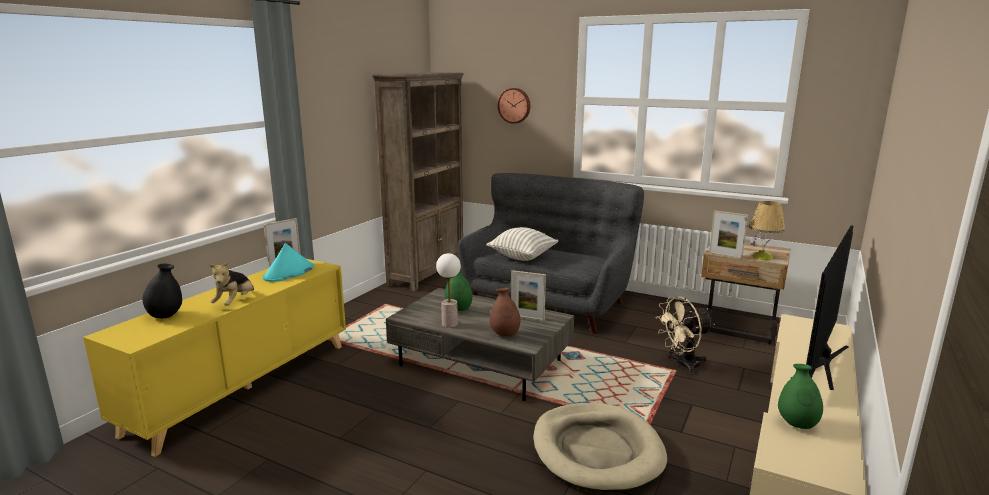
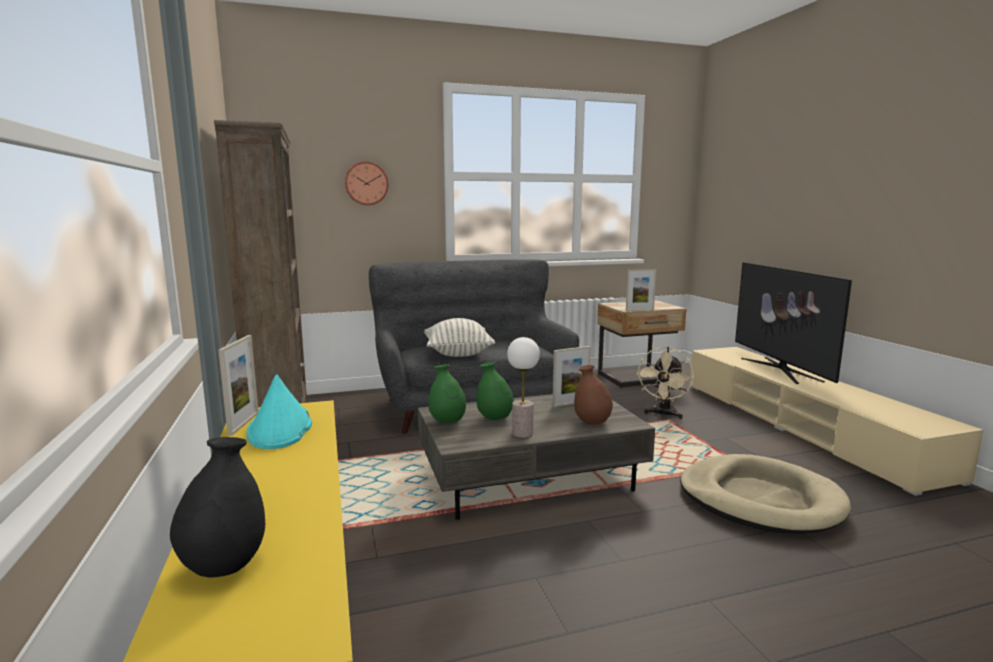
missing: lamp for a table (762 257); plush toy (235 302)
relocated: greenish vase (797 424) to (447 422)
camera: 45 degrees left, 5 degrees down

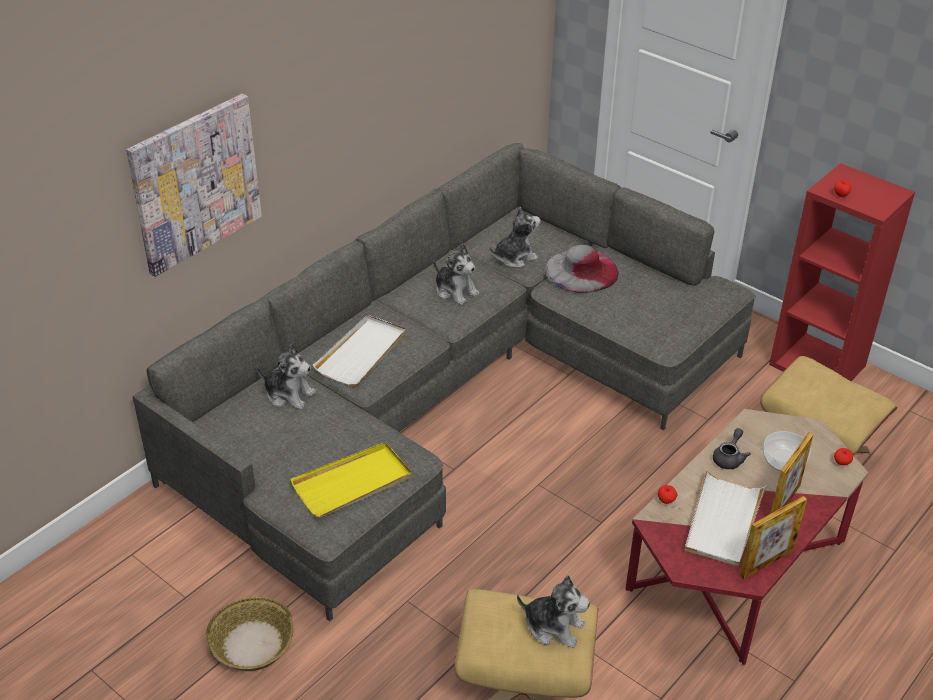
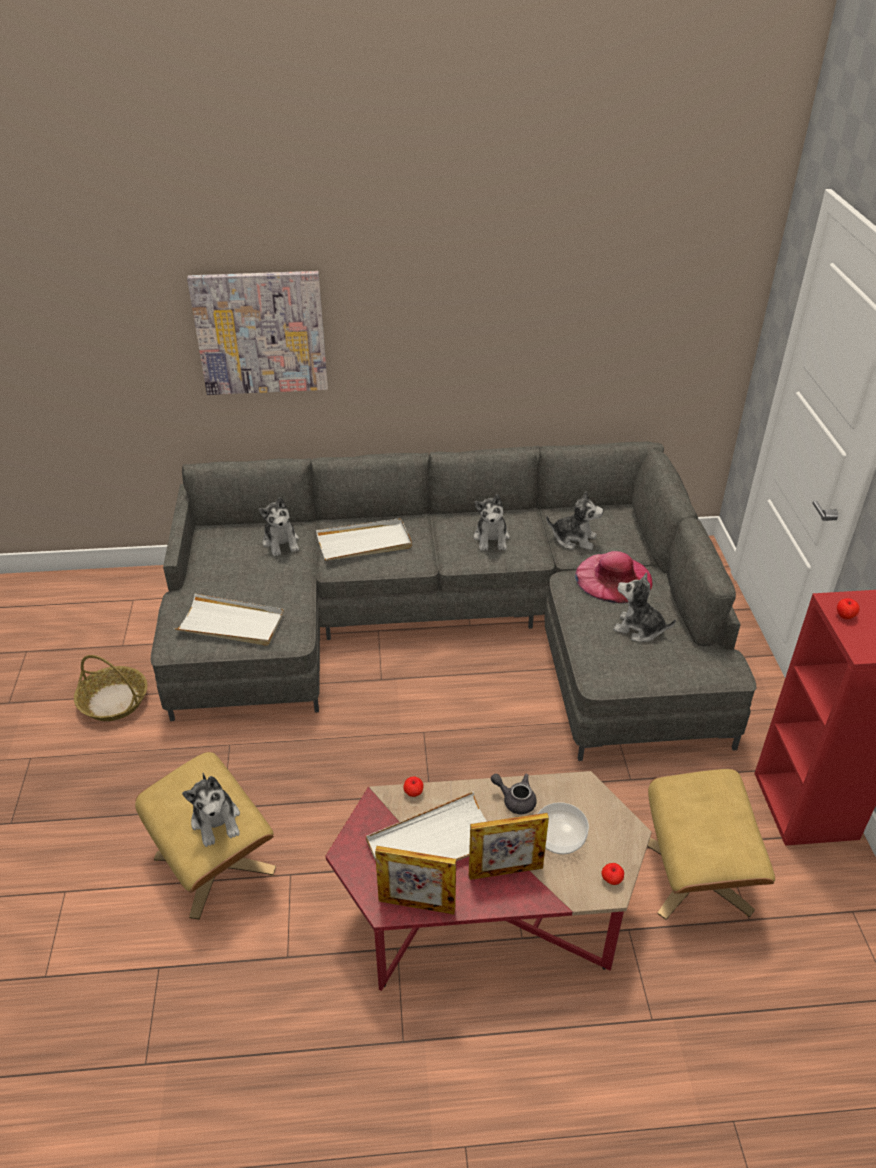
appeared: plush toy (639 629)
colour: grey wearable hat (581 270) to pink wearable hat (613 578); yellowish tray (353 483) to white-coloured tray (231 624)
spun: grey pot for tea (729 458) = (515 800) 135 degrees counterclockwise
camera: 45 degrees right, 0 degrees up

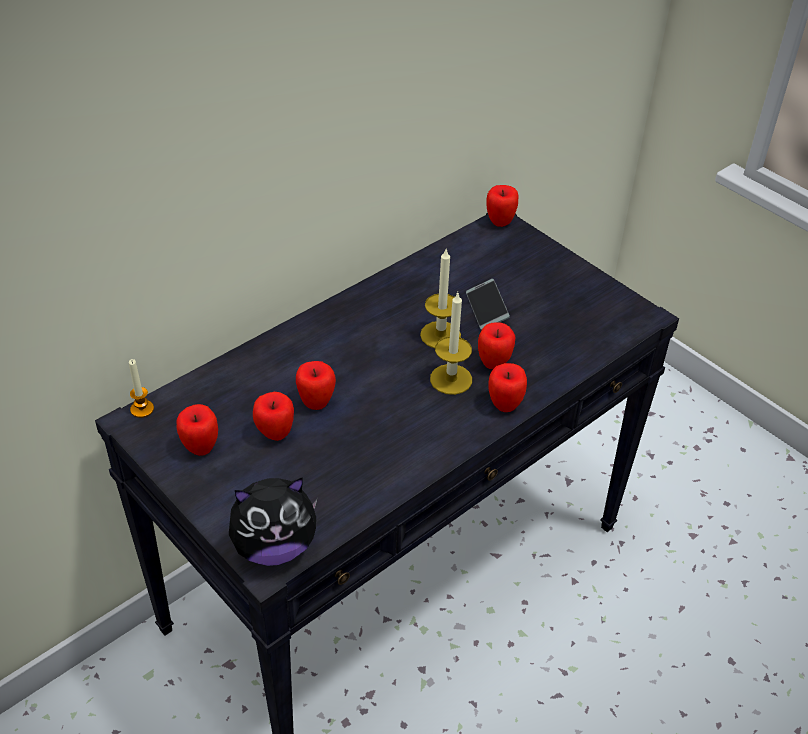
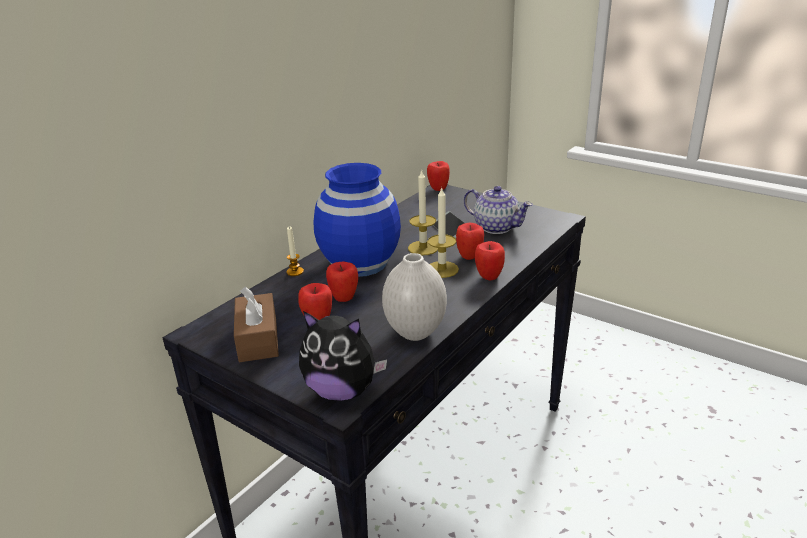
appeared: bluish vase (359 263); pot for tea (496 227); white-coloured vase (414 332)
relocated: candle (142 409) to (295 272)
exchanged: whole apple (200 448) to brown box of tissues (258 339)
spun: plush toy (274 547) = (342 391) 45 degrees clockwise
camera: 10 degrees left, 15 degrees down

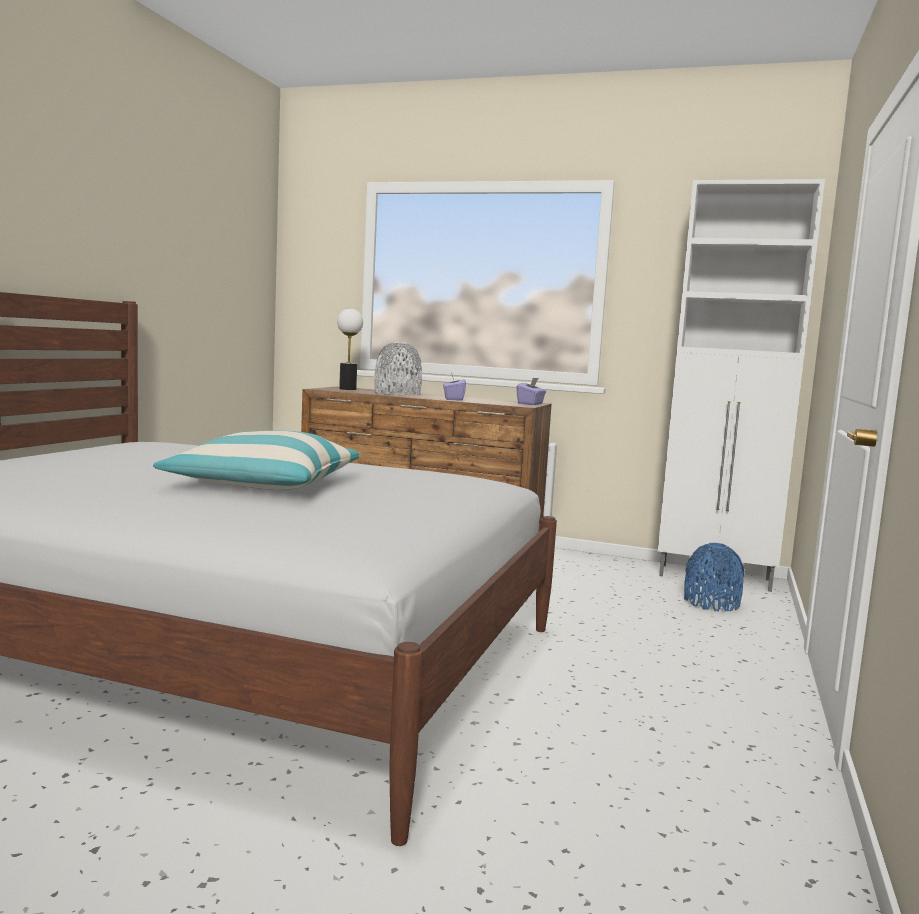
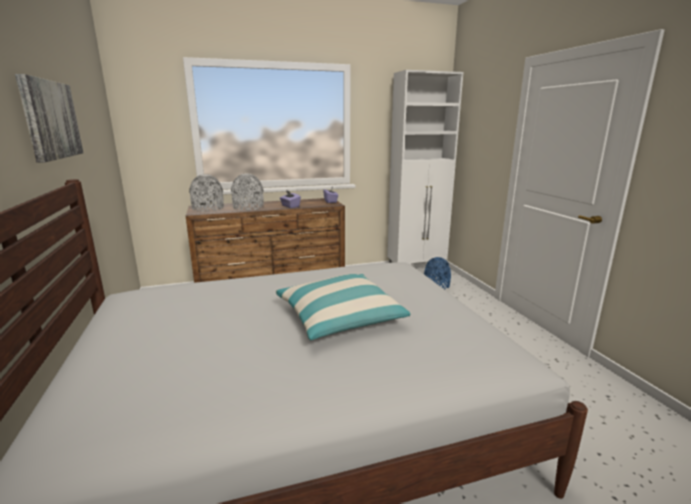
appeared: picture (50 119)
exchanged: lamp for a table (347 389) to grey vase (208 208)
camera: 35 degrees left, 10 degrees up

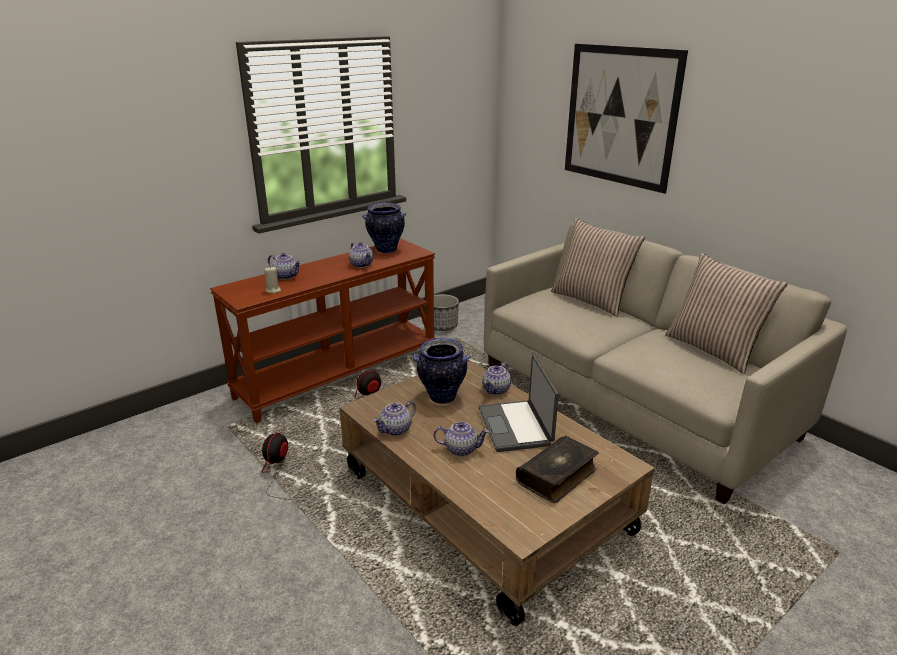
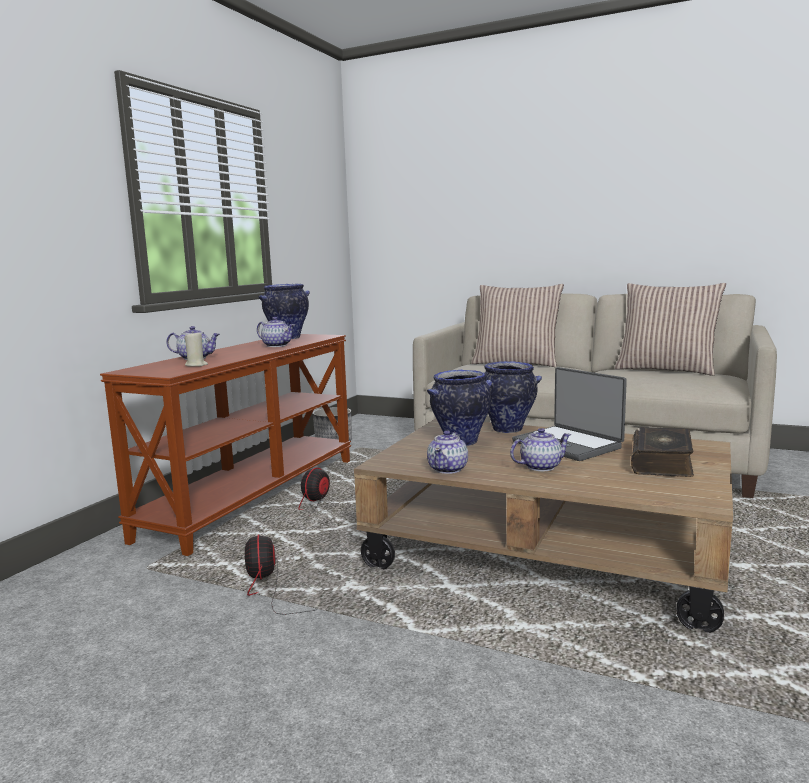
missing: picture (620 116)
exchanged: pot for tea (496 390) to vase (508 429)
camera: 25 degrees left, 15 degrees down

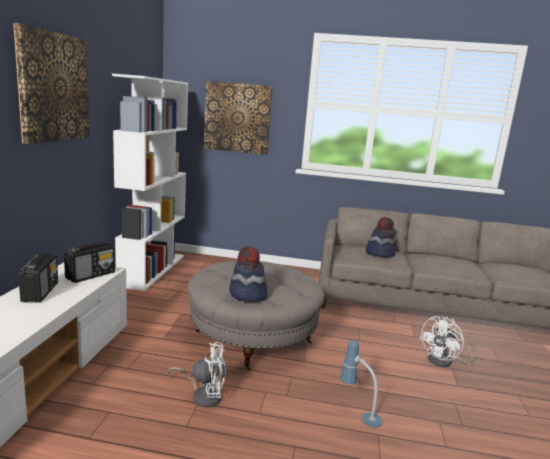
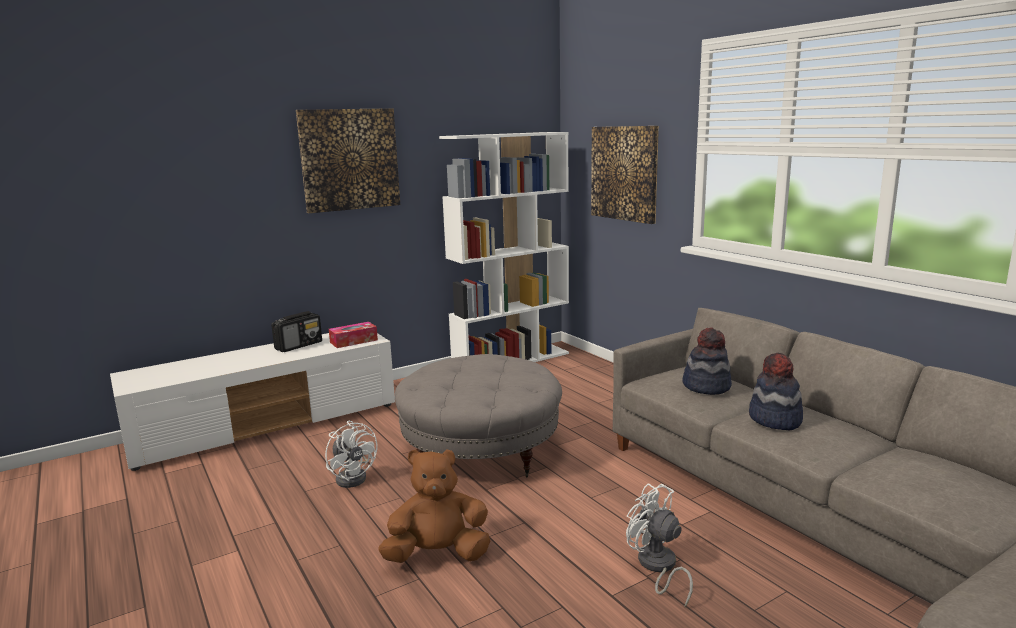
relocated: wearable hat (247 295) to (774 420)
exchanged: radio receiver (91 275) to box of tissues (353 341); lamp for a table (358 414) to brown plush toy (438 554)
spun: white-coloured cooling fan (445 361) = (657 567) 45 degrees clockwise
camera: 50 degrees right, 0 degrees up

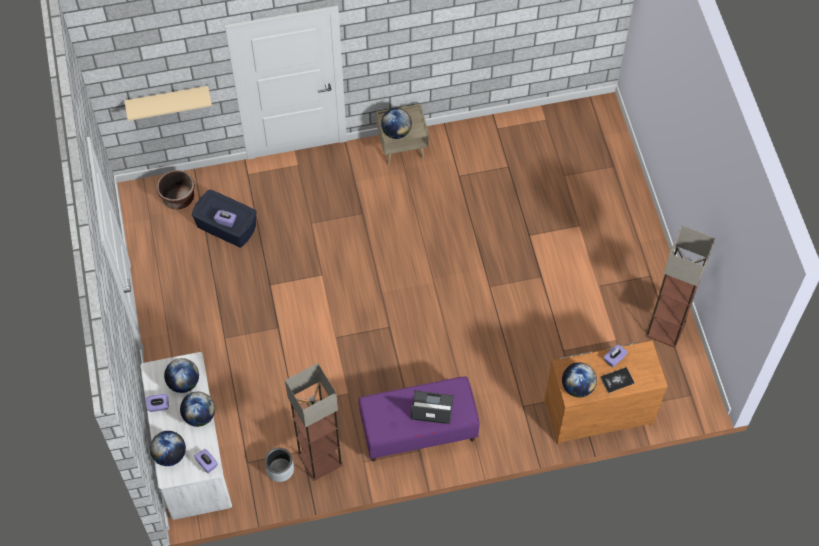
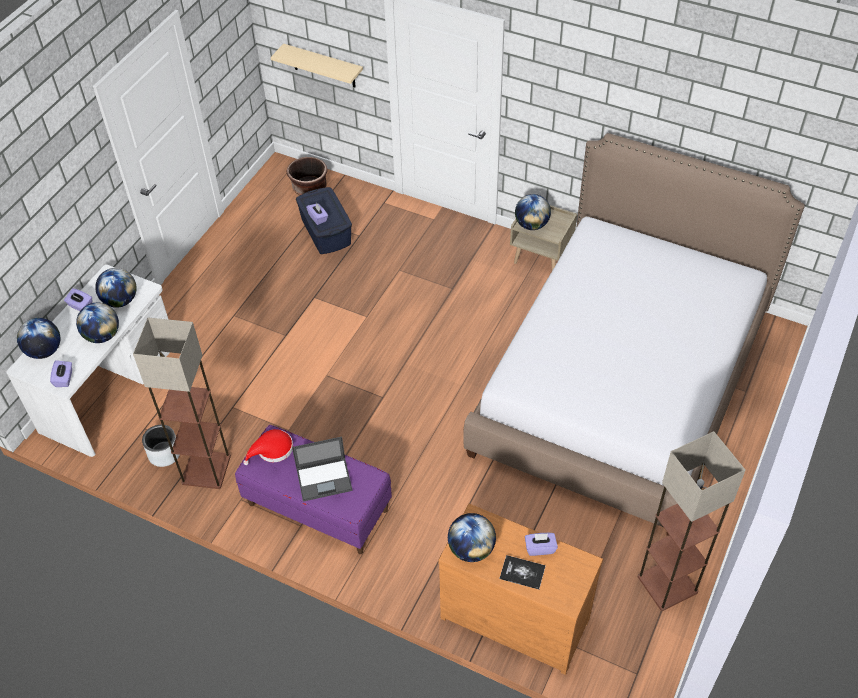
appeared: bed (621 383); red-coloured wearable hat (272 450)
spun: portable computer (431 407) = (325 479) 120 degrees clockwise
camera: 40 degrees right, 10 degrees down

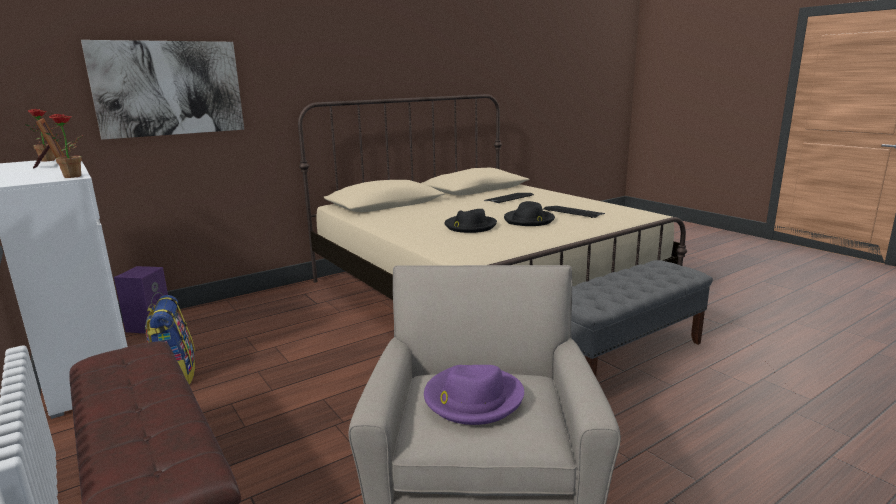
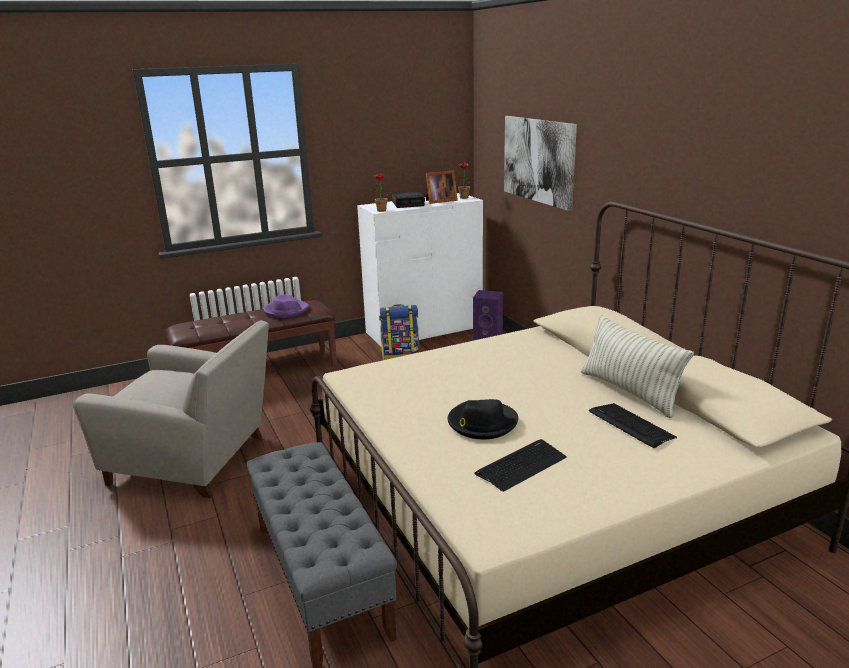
missing: black-coloured wearable hat (470 226)
appeared: alarm clock (408 204); throw pillow (629 392)
relocated: purple wearable hat (472 398) to (286 310)
camera: 100 degrees right, 5 degrees up

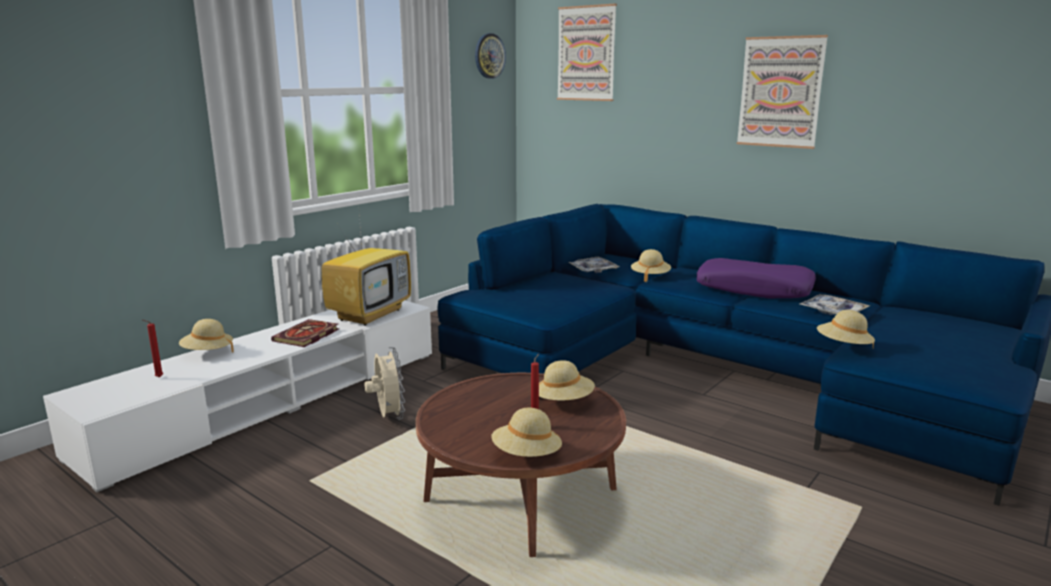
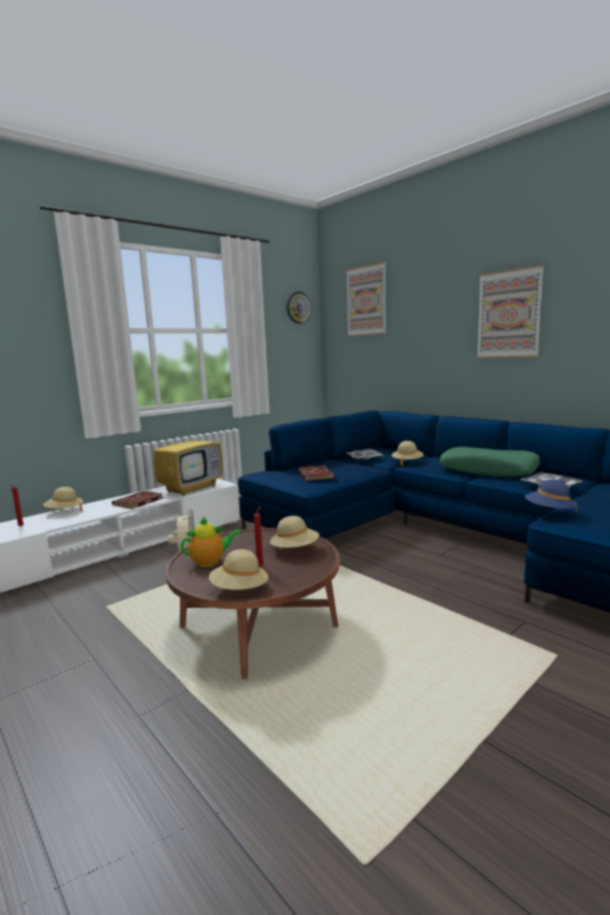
appeared: volume (315 475); pot for tea (210 562)
colour: purple throw pillow (754 290) to greenish throw pillow (488 471); beige-coloured wearable hat (843 346) to bluish wearable hat (549 512)
camera: 10 degrees right, 5 degrees down

